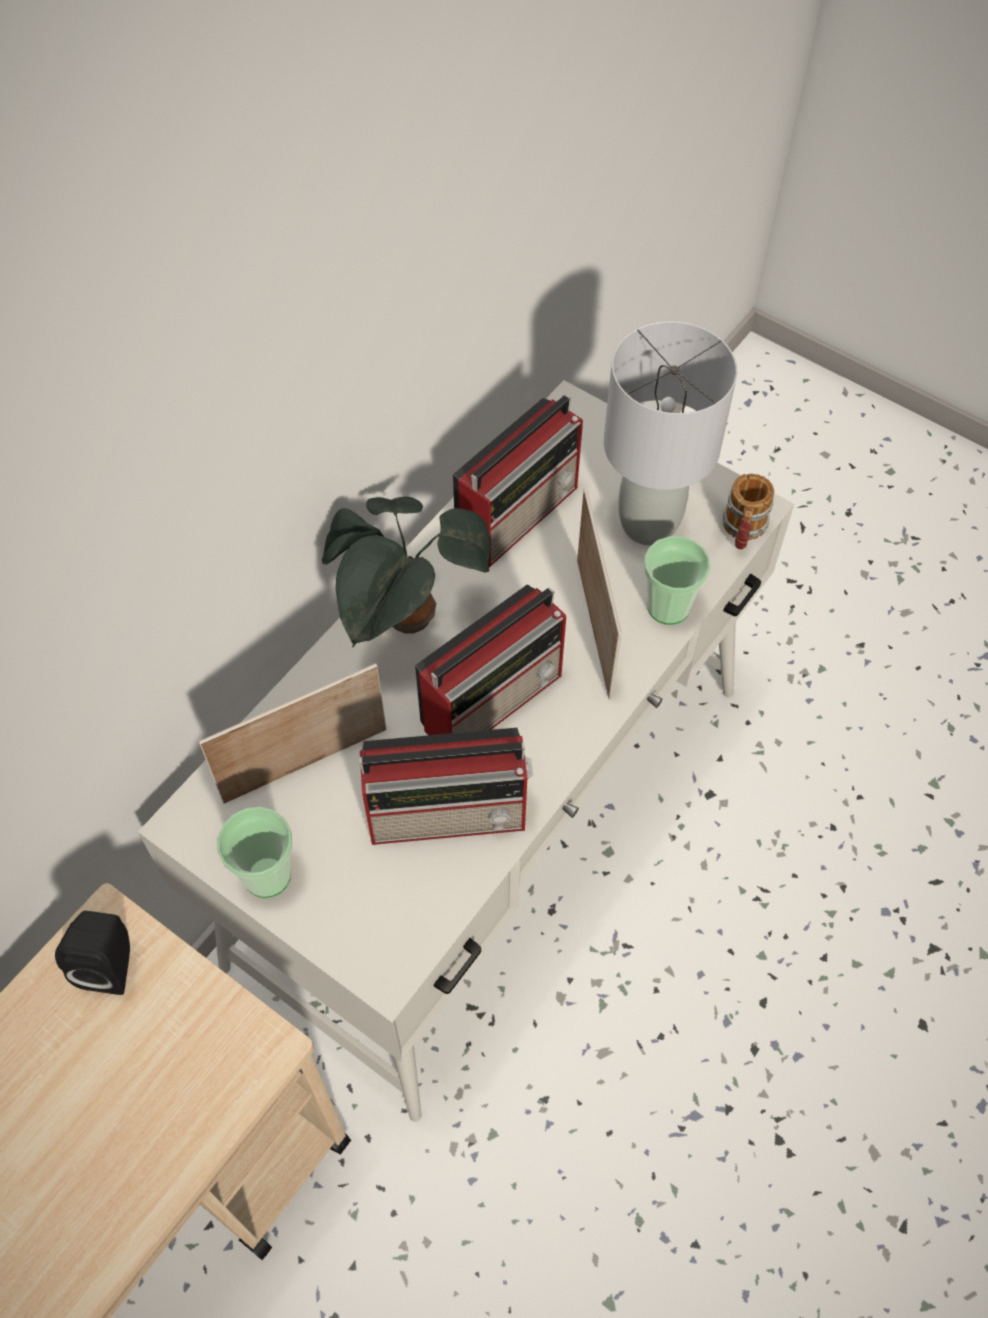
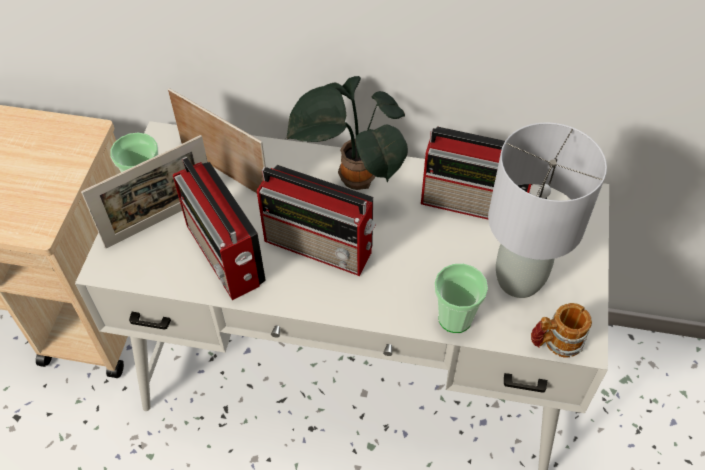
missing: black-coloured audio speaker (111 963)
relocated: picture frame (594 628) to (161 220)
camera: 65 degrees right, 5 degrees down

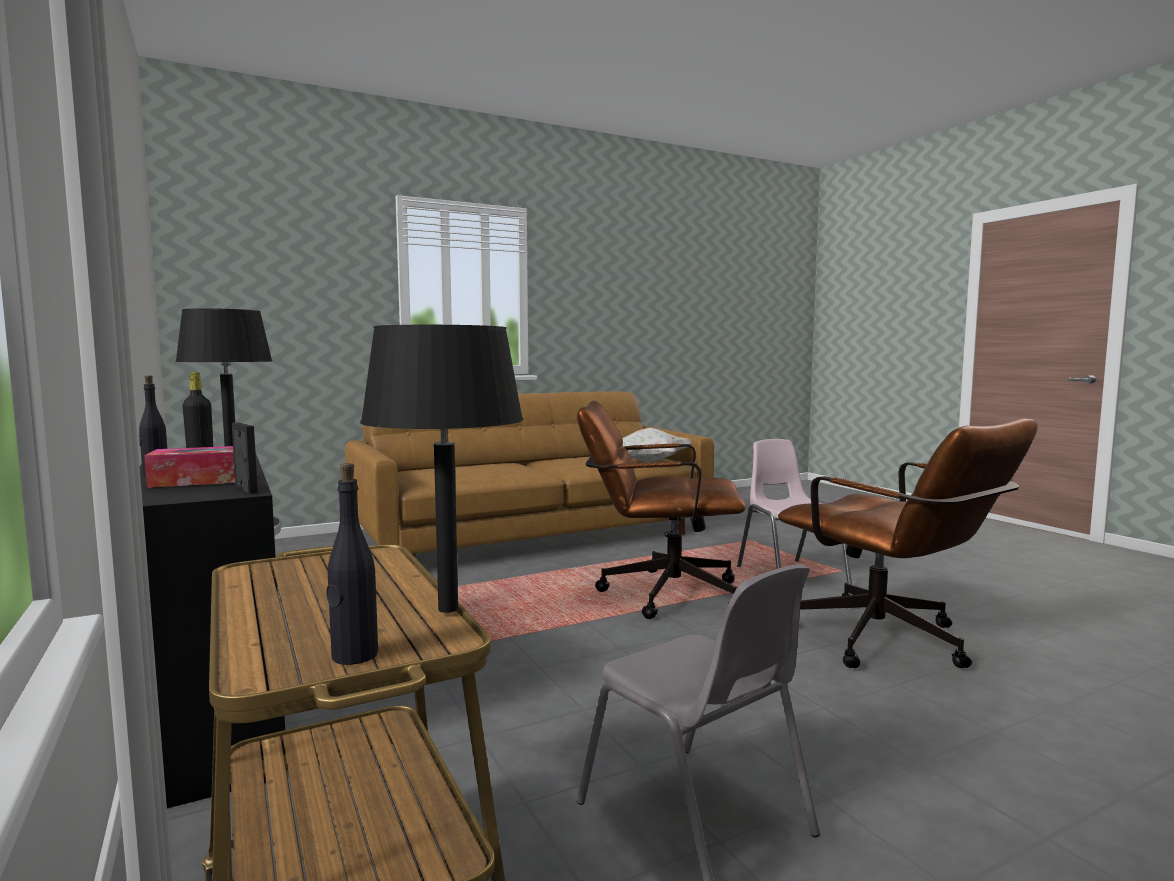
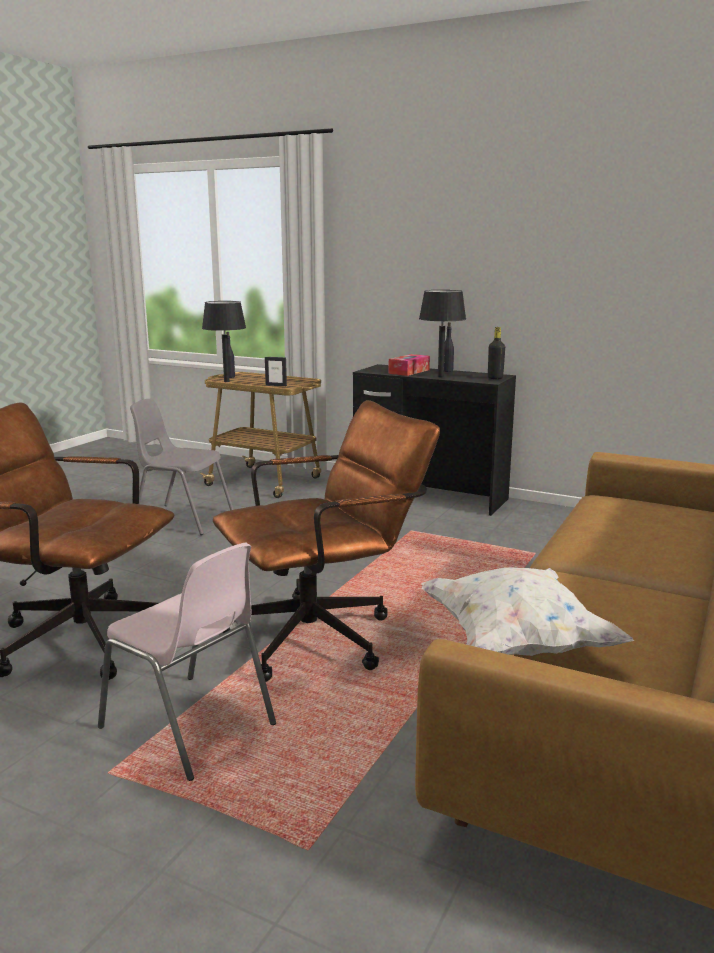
relocated: picture frame (245 489) to (276 385)
camera: 145 degrees right, 10 degrees up

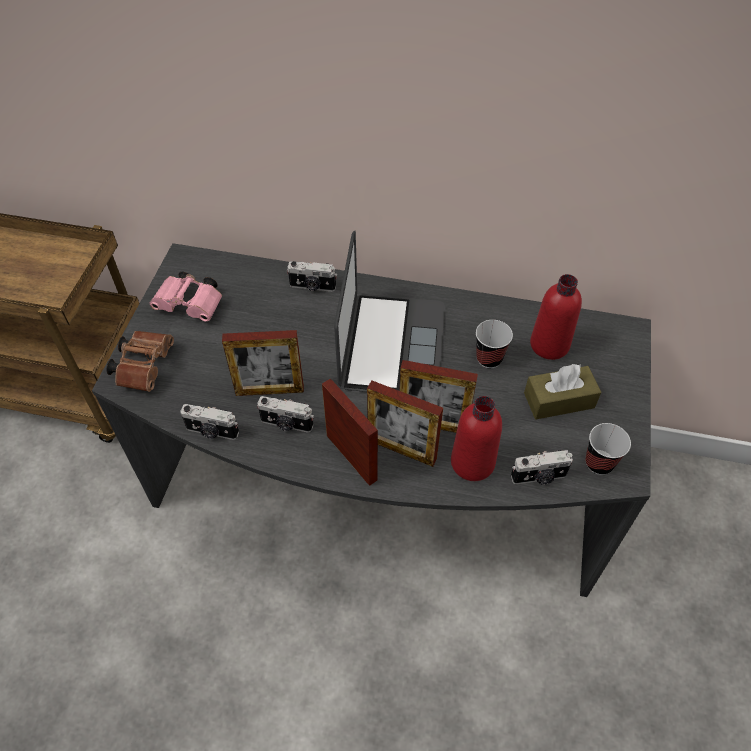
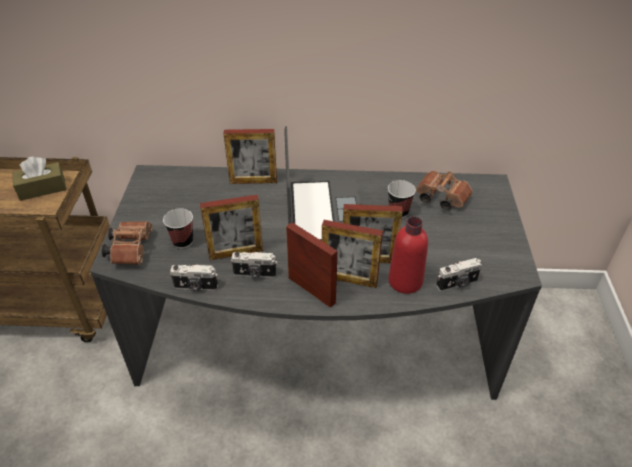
missing: pink field glasses (192 306)
relocated: brown box of tissues (559 400) to (42 188); cup (599 463) to (183 241)
exchanged: photo camera (312 287) to picture frame (253 181); red-coloured beverage bottle (549 345) to brown field glasses (440 198)
camera: 10 degrees left, 10 degrees down

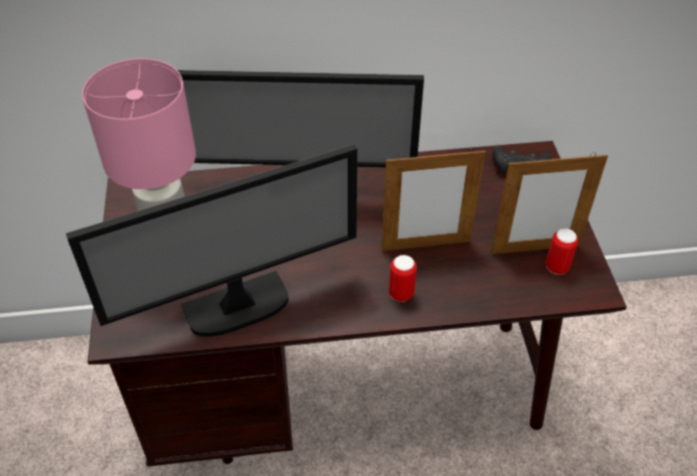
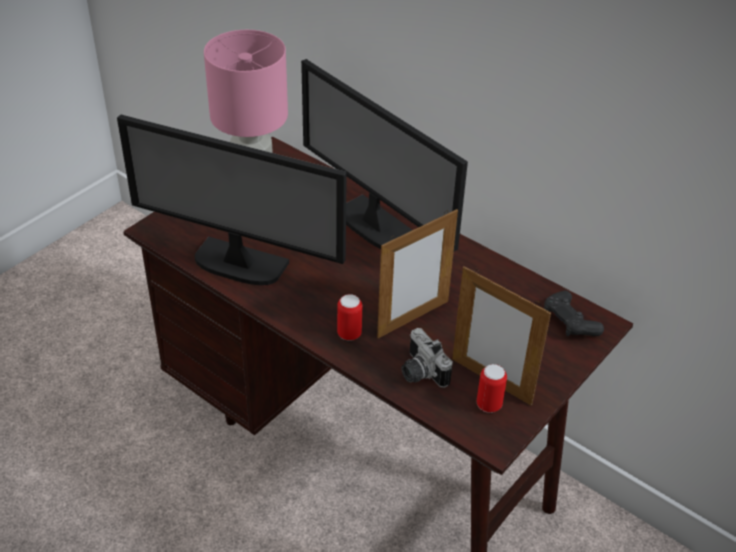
appeared: photo camera (419 372)
spun: picture frame (426 245) = (413 319) 75 degrees counterclockwise
camera: 45 degrees right, 5 degrees down

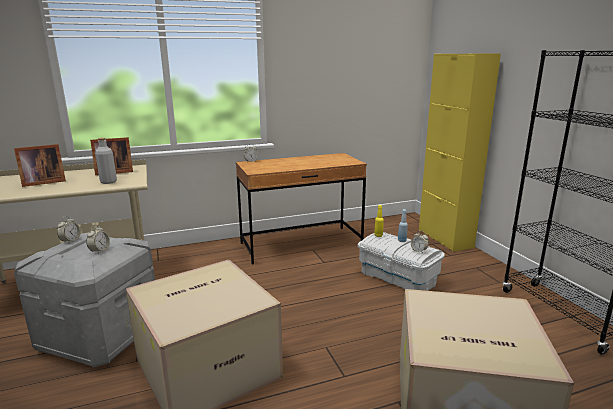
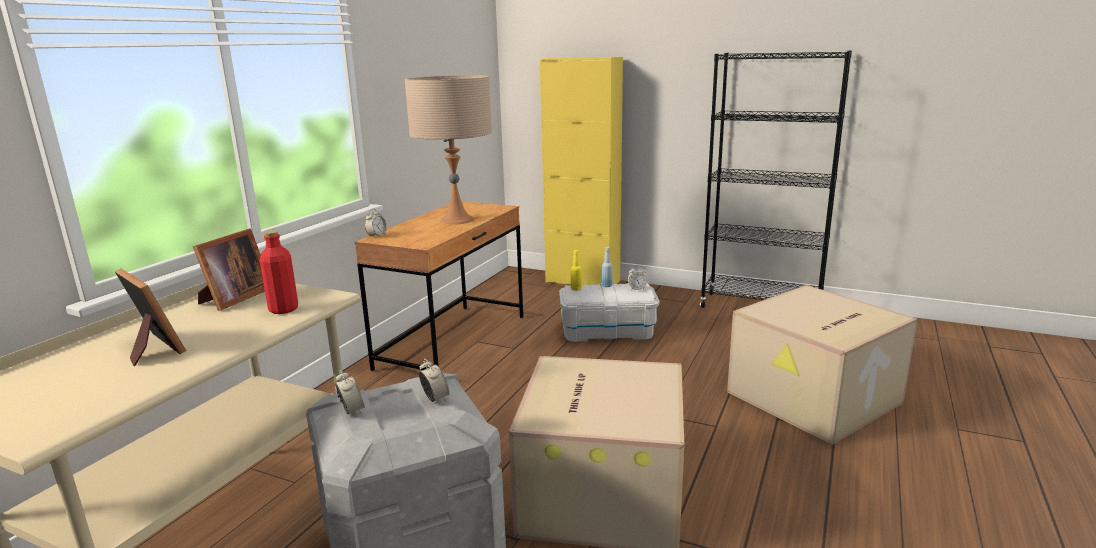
appeared: beige-coloured lamp for a table (456 220)
colour: grey beverage bottle (108 182) to red-coloured beverage bottle (283 309)
spun: picture frame (42 182) = (152 349) 60 degrees counterclockwise
camera: 45 degrees left, 0 degrees up

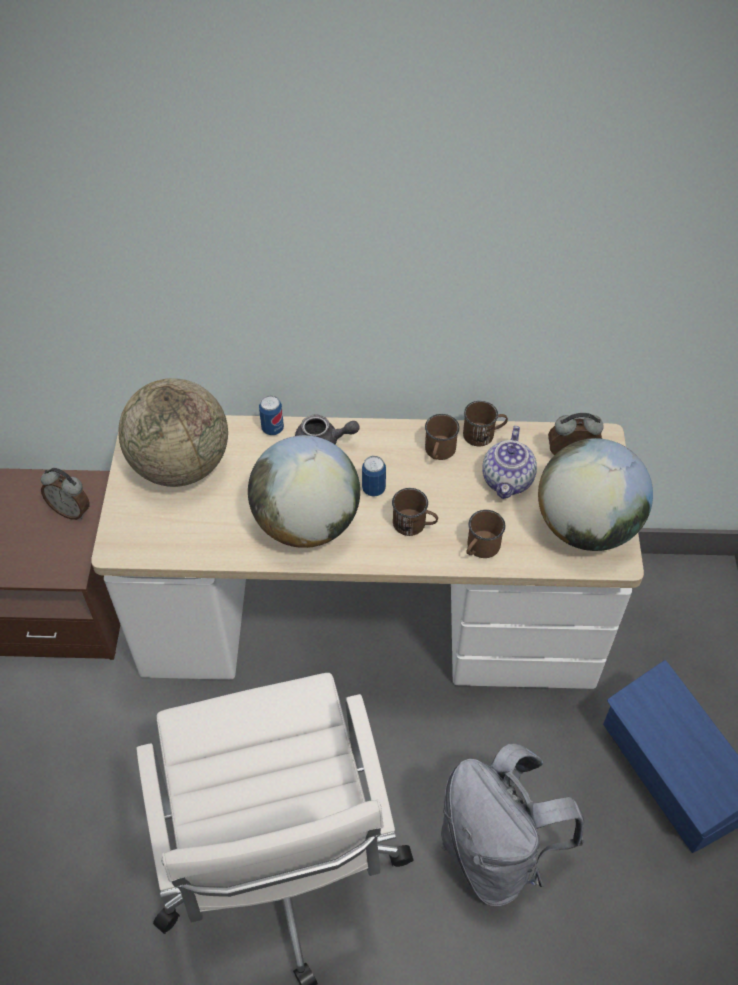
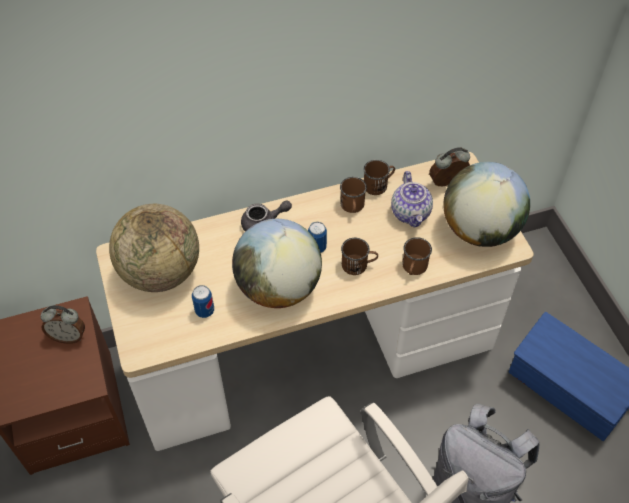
relocated: sealed can (272 428) to (204 311)
camera: 20 degrees left, 0 degrees up

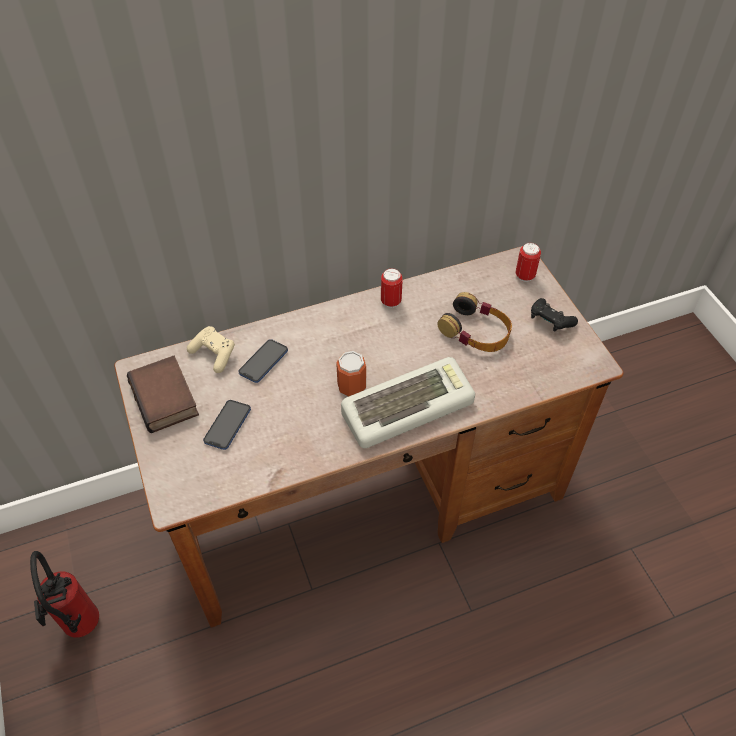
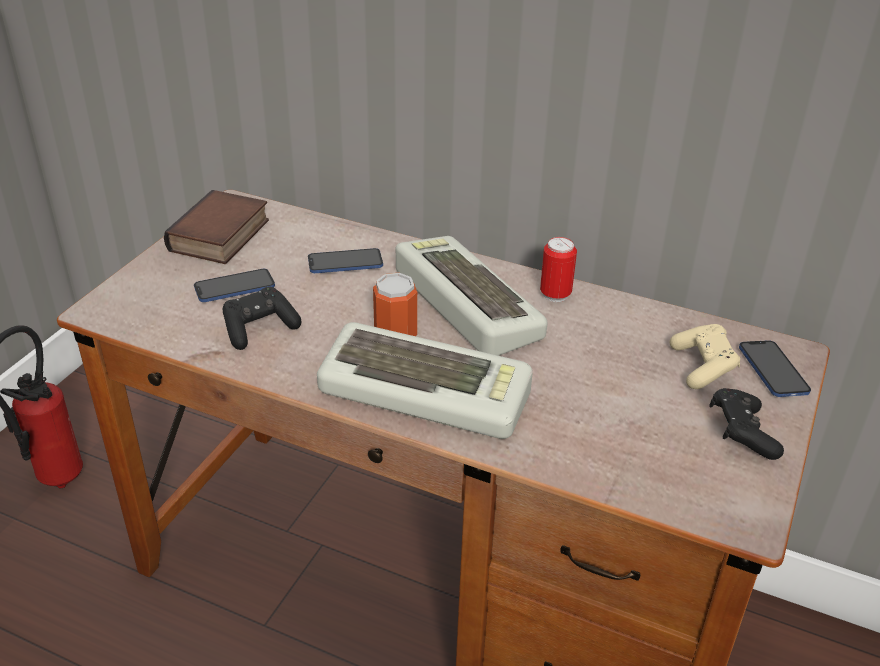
missing: headphones (476 331)
appeared: PC keyboard (462 304); black-coloured joypad (259 329)
relocated: beige-coloured joypad (214 354) to (702 367)
exchanged: sealed can (525 276) to handset (773 370)
camera: 45 degrees right, 15 degrees down

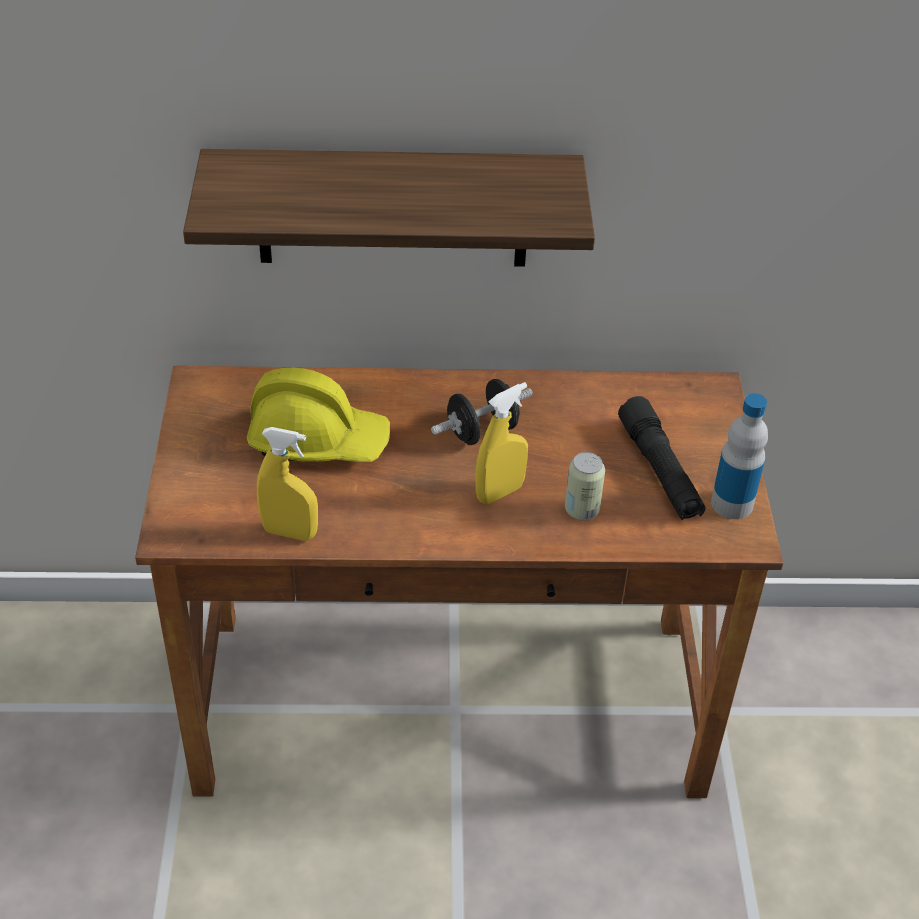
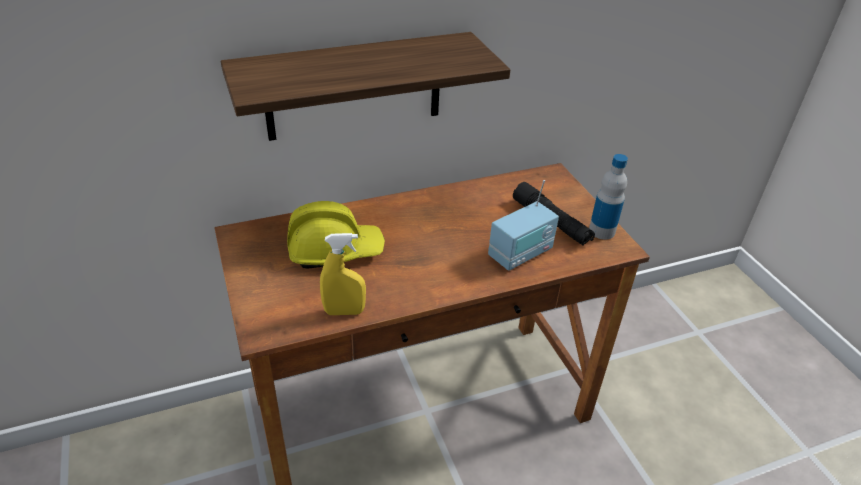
missing: black-coloured free weight (482 431); yellowish sprayer (500 492)
exchanged: sealed can (581 510) to radio receiver (520 254)
camera: 20 degrees left, 5 degrees down

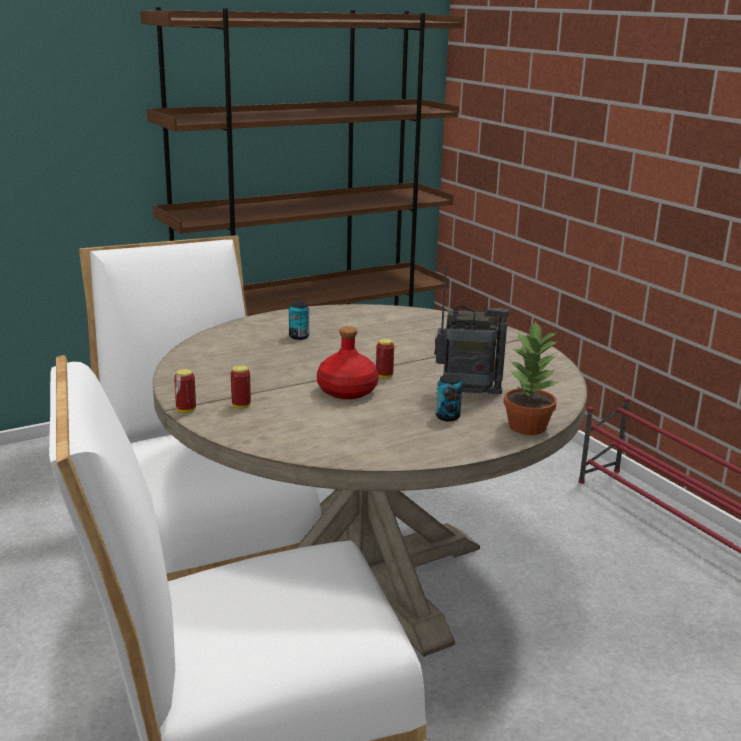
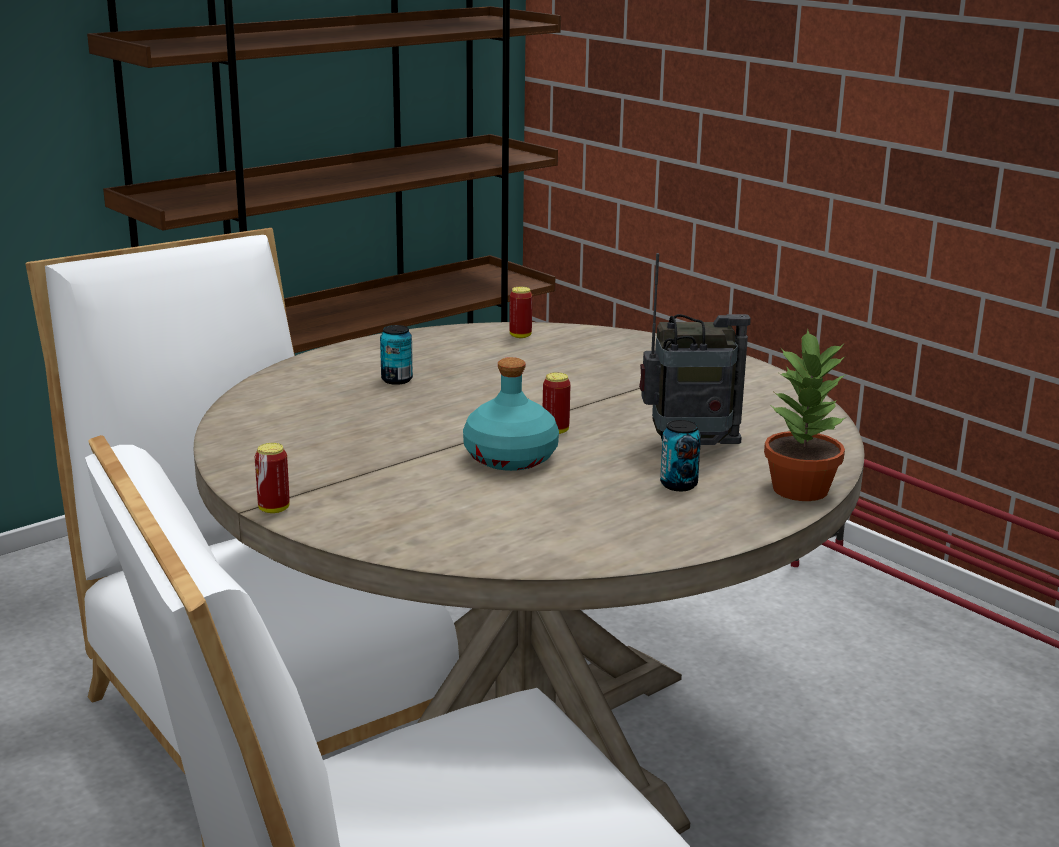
relocated: sealed can (241 406) to (520 336)
colour: red-coloured beverage bottle (346 391) to turquoise-coloured beverage bottle (509 458)
camera: 10 degrees left, 0 degrees up

